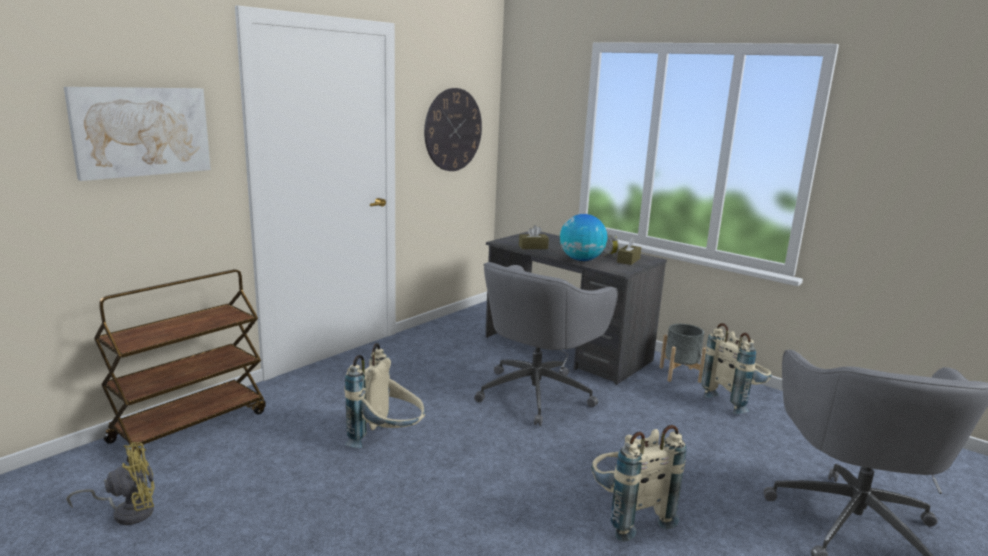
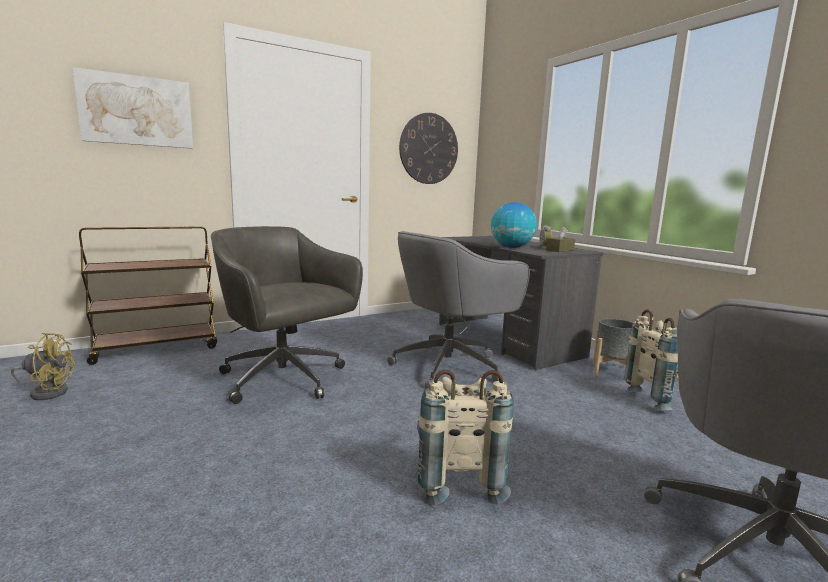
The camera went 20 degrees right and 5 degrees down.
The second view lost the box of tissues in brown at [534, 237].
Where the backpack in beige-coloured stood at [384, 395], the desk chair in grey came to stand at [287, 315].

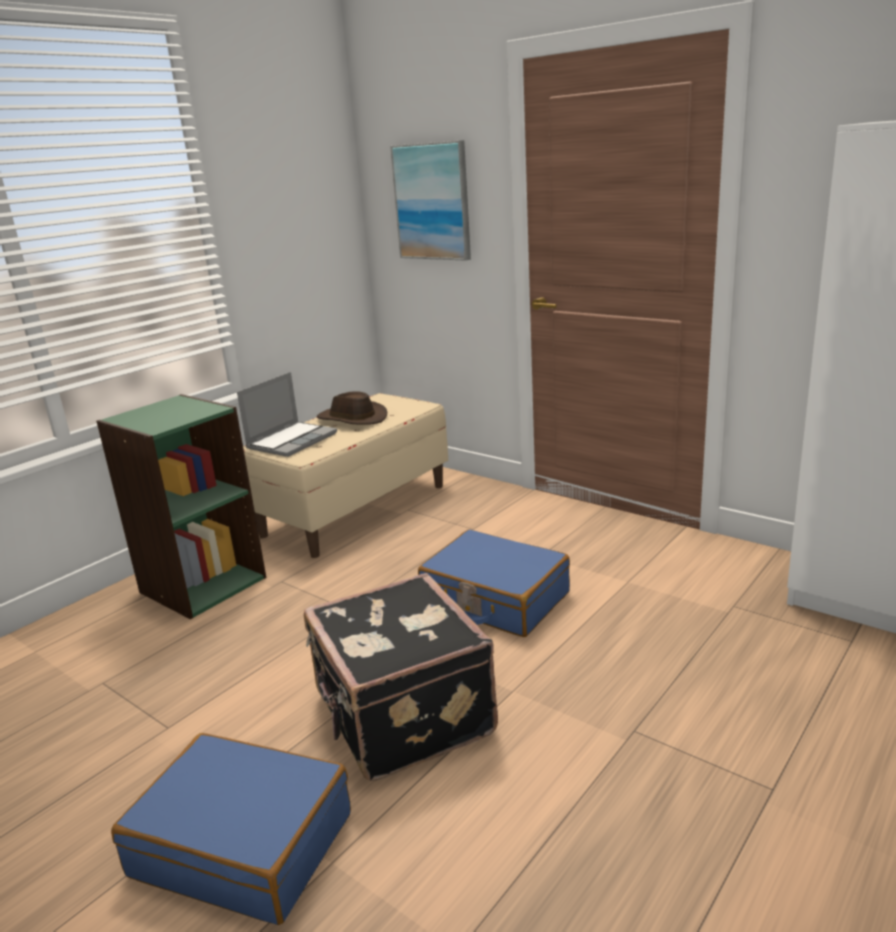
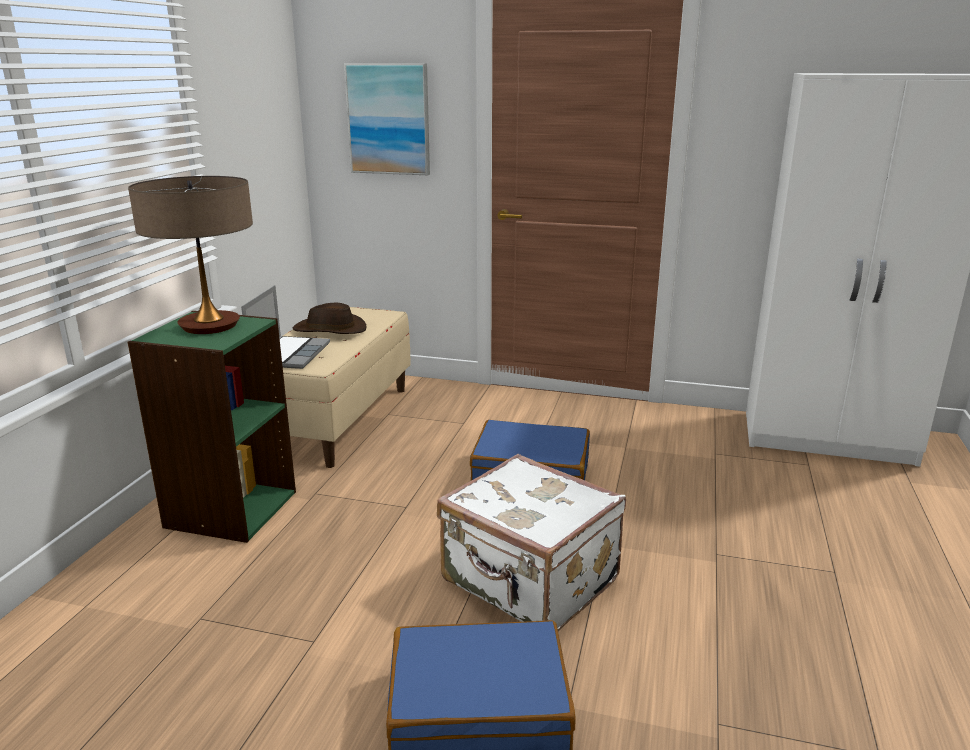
The camera went 25 degrees left and 0 degrees up.
What was the piece of luggage in black-coloured at [401, 677] turned into the piece of luggage in whitish at [531, 543].
The second view gained the table lamp at [190, 255].

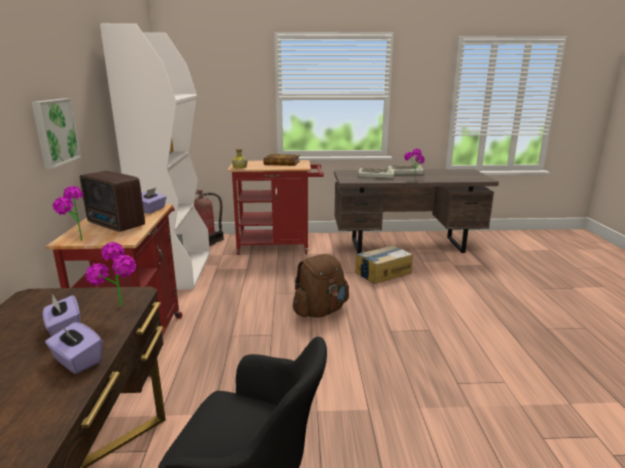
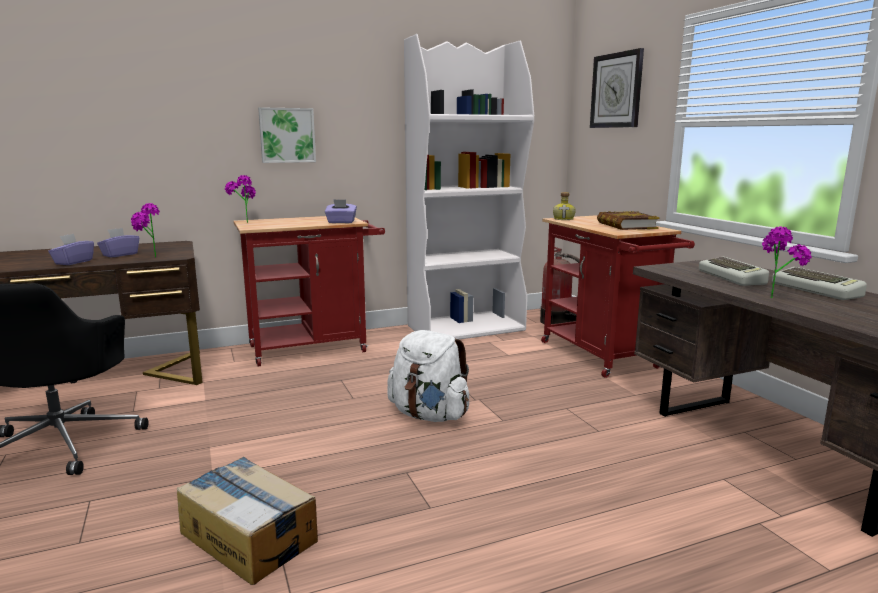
The camera went 70 degrees right and 5 degrees down.
The second view lost the radio at [112, 201].
The packing box ended up elsewhere, having gone from [384, 264] to [247, 521].
What was the backpack in brown at [321, 286] turned into the backpack in whitish at [428, 376].
The second view gained the clock on the wall at [617, 88].

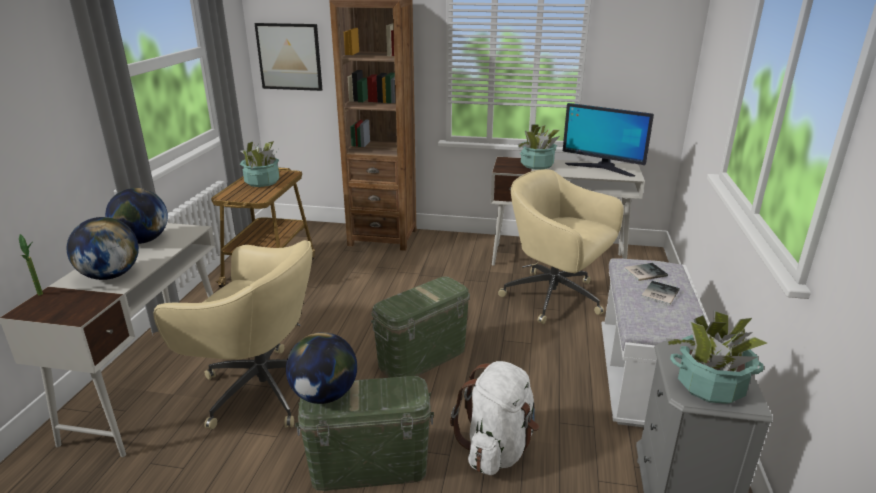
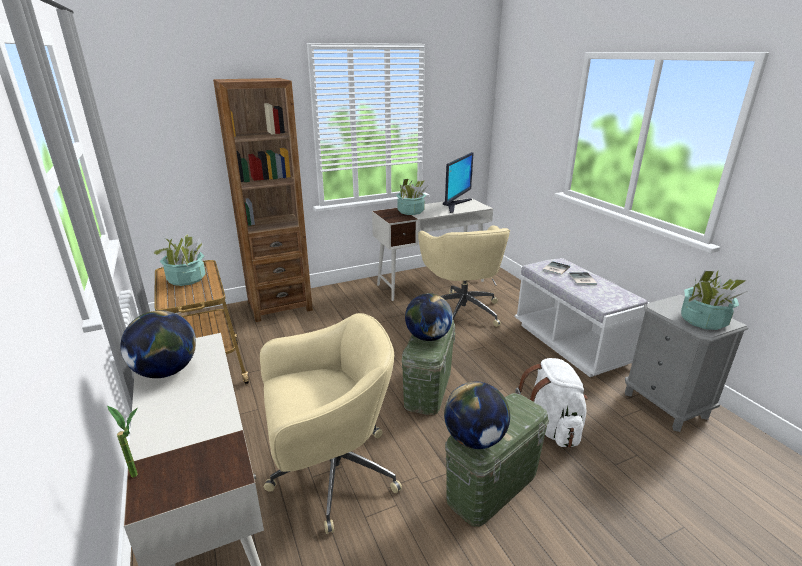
The camera went 35 degrees left and 0 degrees up.
The second view lost the wall art at [288, 57].
The monitor at [608, 140] ended up facing another way, 60 degrees counterclockwise from before.
The desk chair in beige-coloured at [561, 246] ended up facing another way, 105 degrees counterclockwise from before.
The desk globe ended up elsewhere, having gone from [103, 248] to [429, 317].

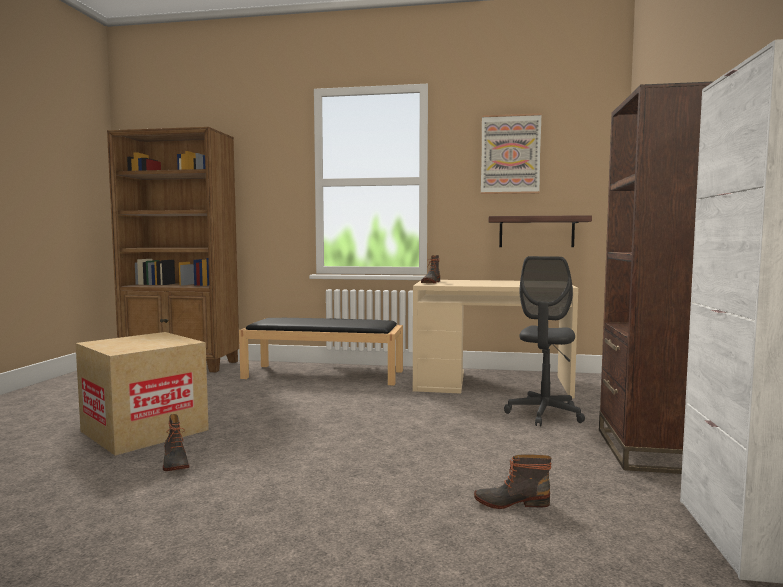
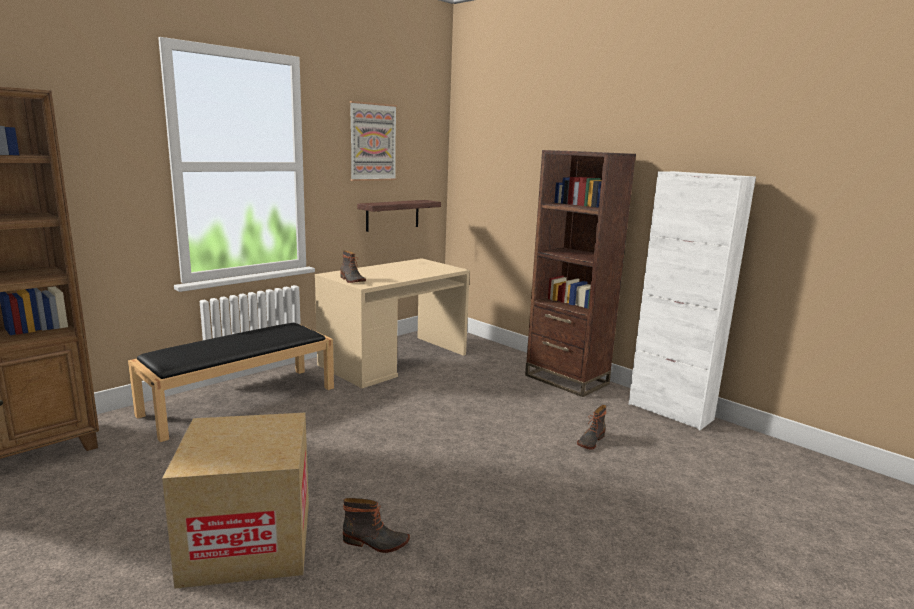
The camera went 55 degrees left and 10 degrees up.
The second view lost the desk chair in grey at [544, 341].

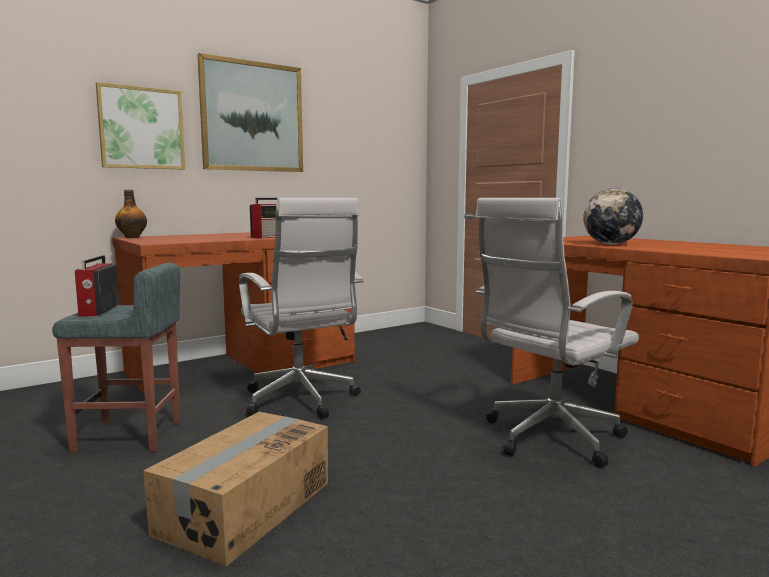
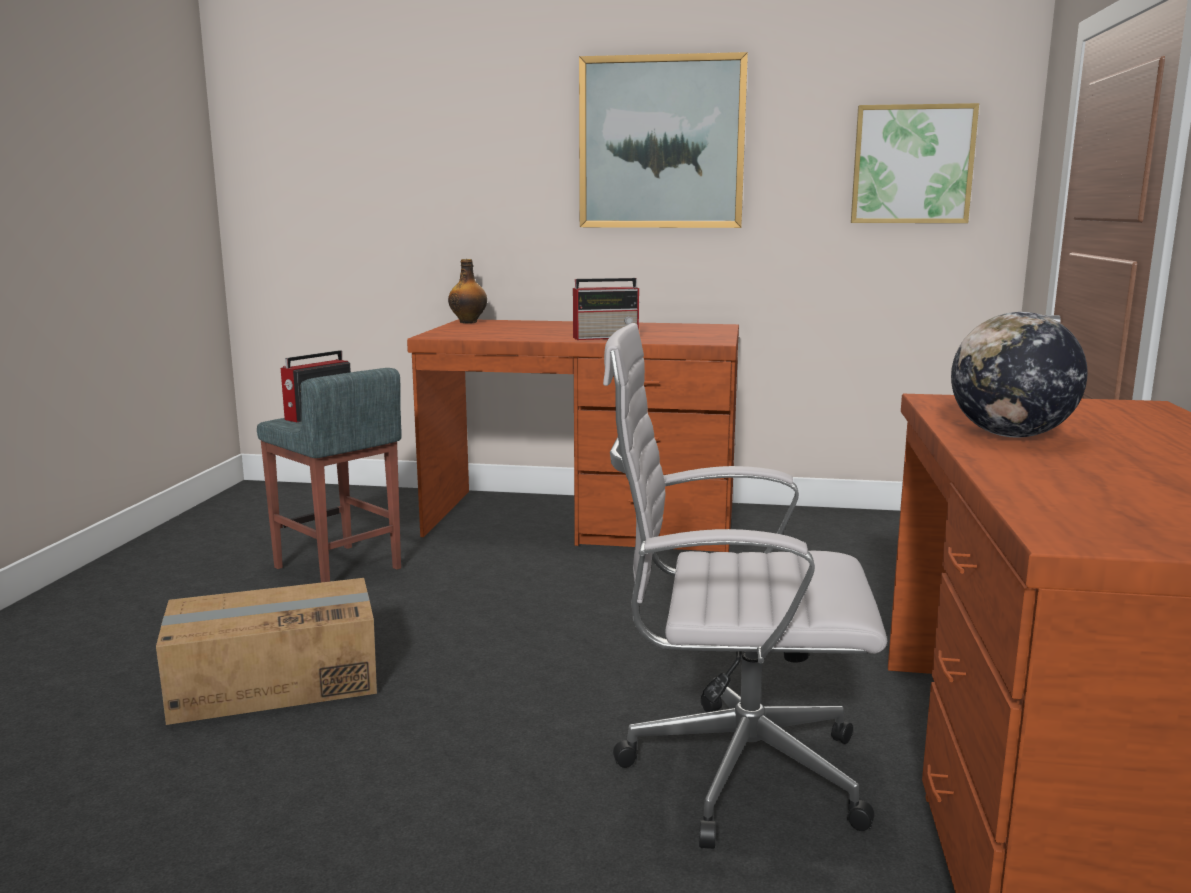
The camera went 45 degrees right and 5 degrees up.
The wall art ended up elsewhere, having gone from [140, 126] to [915, 163].
The second view lost the desk chair in whitish at [301, 308].

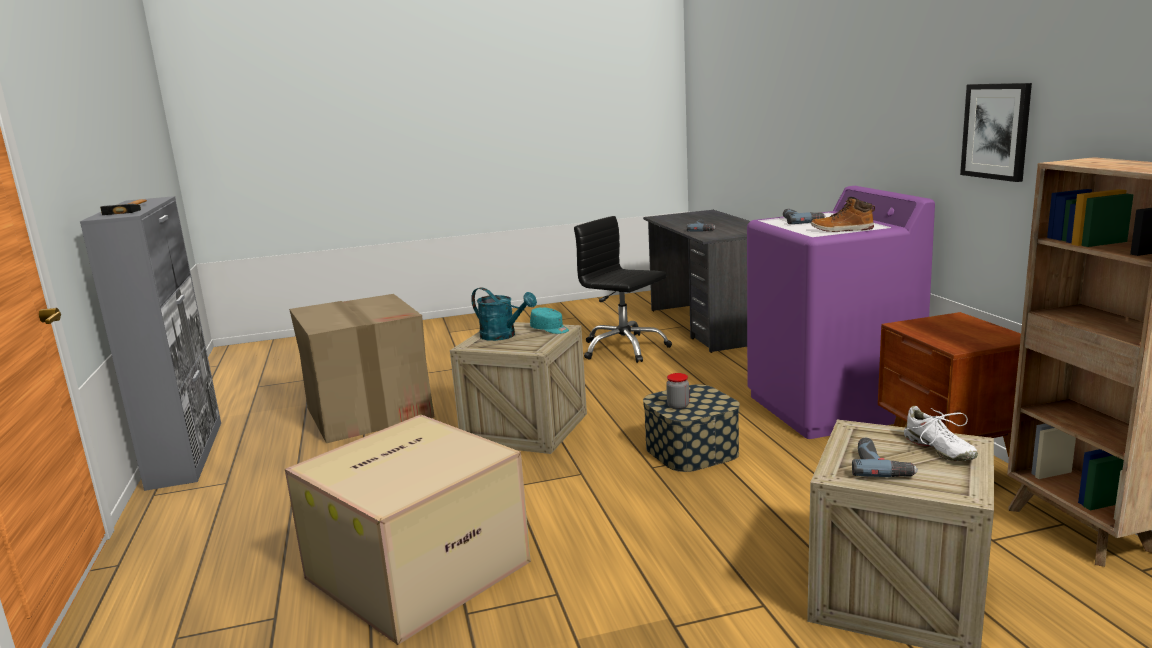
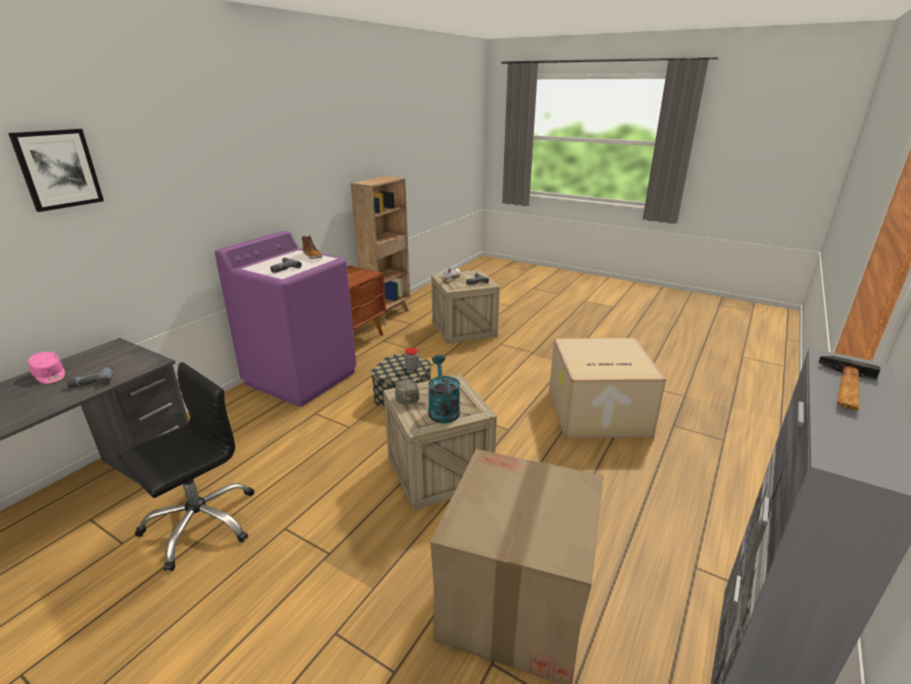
The camera went 135 degrees left and 10 degrees up.
The wall art ended up elsewhere, having gone from [996, 132] to [56, 170].
The desk chair in black-coloured at [623, 289] ended up facing another way, 135 degrees counterclockwise from before.
What was the baseball cap in blue-green at [549, 320] turned into the baseball cap in grey at [407, 392].
The second view gained the baseball cap in pink-coloured at [46, 368].

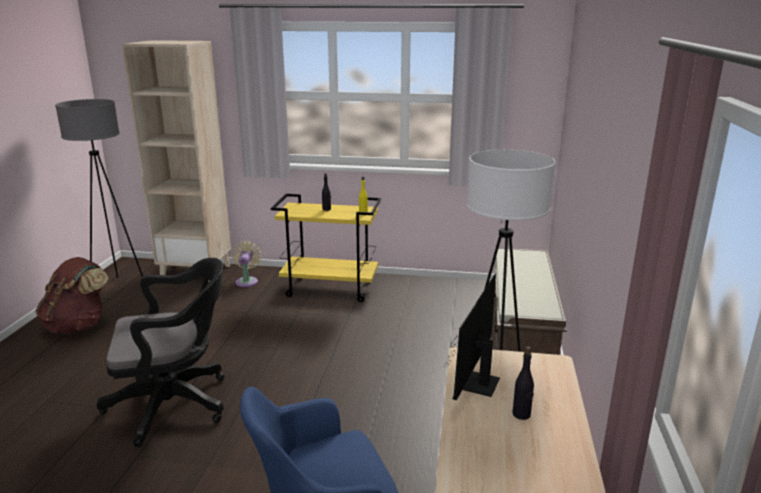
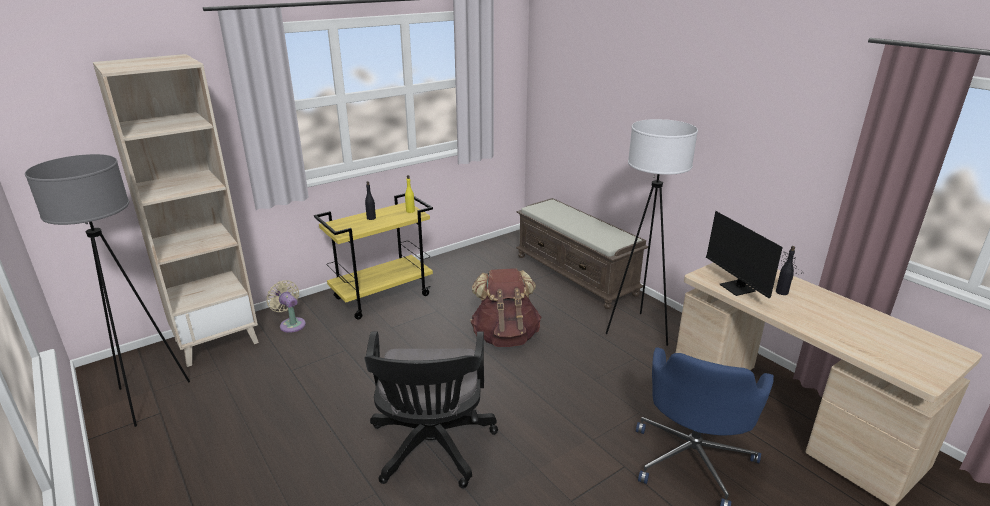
The camera went 45 degrees left and 5 degrees up.
The backpack in brown ended up elsewhere, having gone from [71, 295] to [505, 307].
The desk chair in black-coloured at [160, 352] ended up facing another way, 150 degrees clockwise from before.

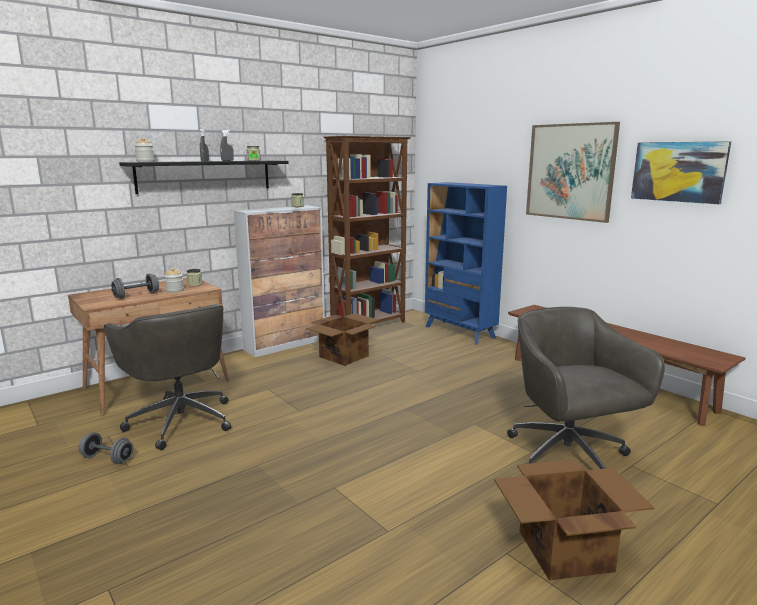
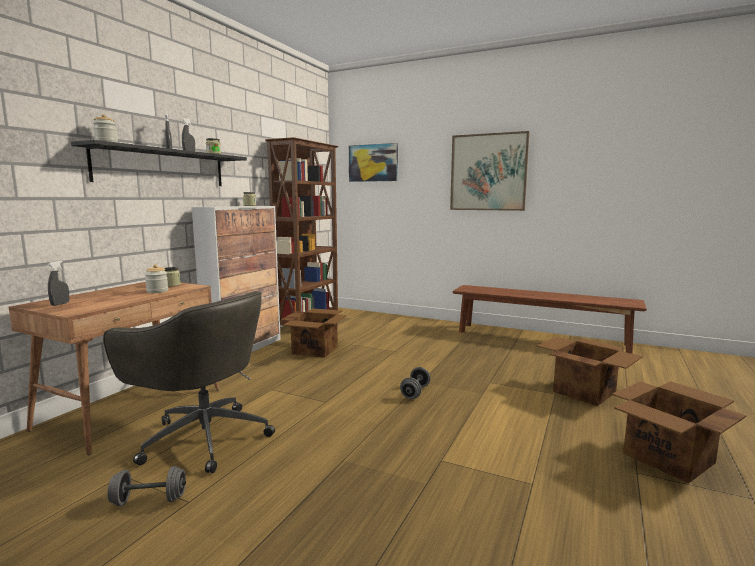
The camera went 25 degrees left and 5 degrees down.
The wall art ended up elsewhere, having gone from [681, 172] to [373, 162].
The second view lost the bookcase in bluish at [466, 263].
The hand weight in grey ended up elsewhere, having gone from [135, 286] to [415, 383].
Where the desk chair in grey stood at [586, 388], the packing box came to stand at [590, 371].
The second view gained the sprayer in grey at [58, 283].

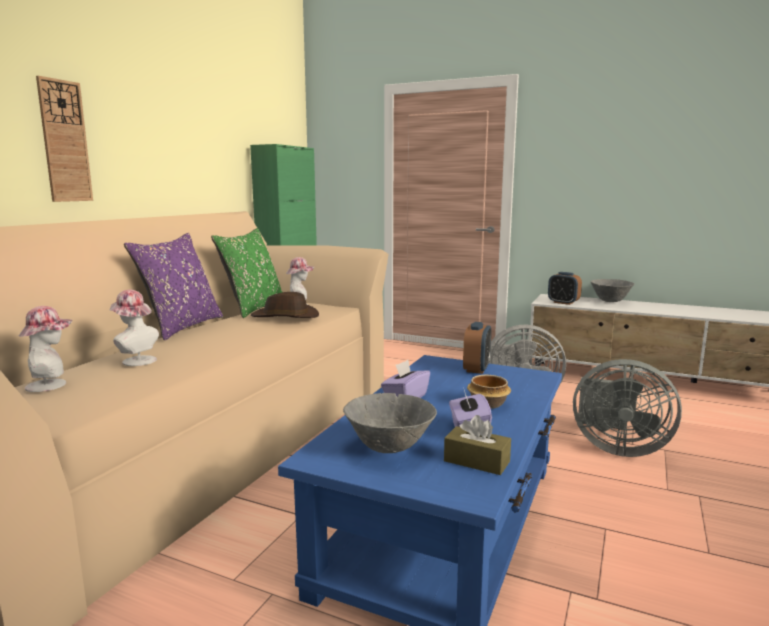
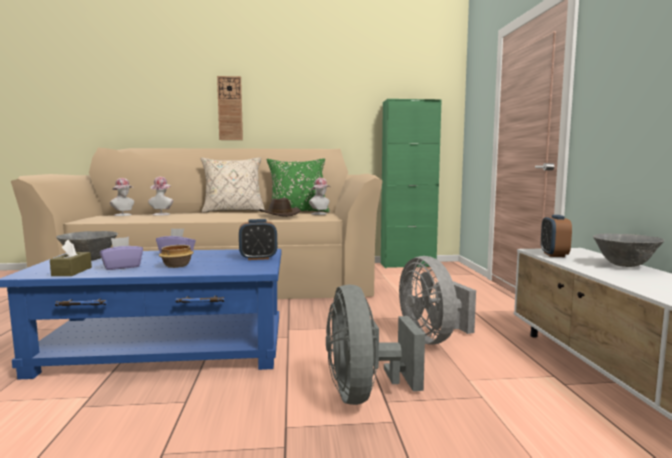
The camera went 60 degrees right and 5 degrees down.
What was the cushion in purplish at [173, 286] turned into the cushion in beige-coloured at [233, 185].

